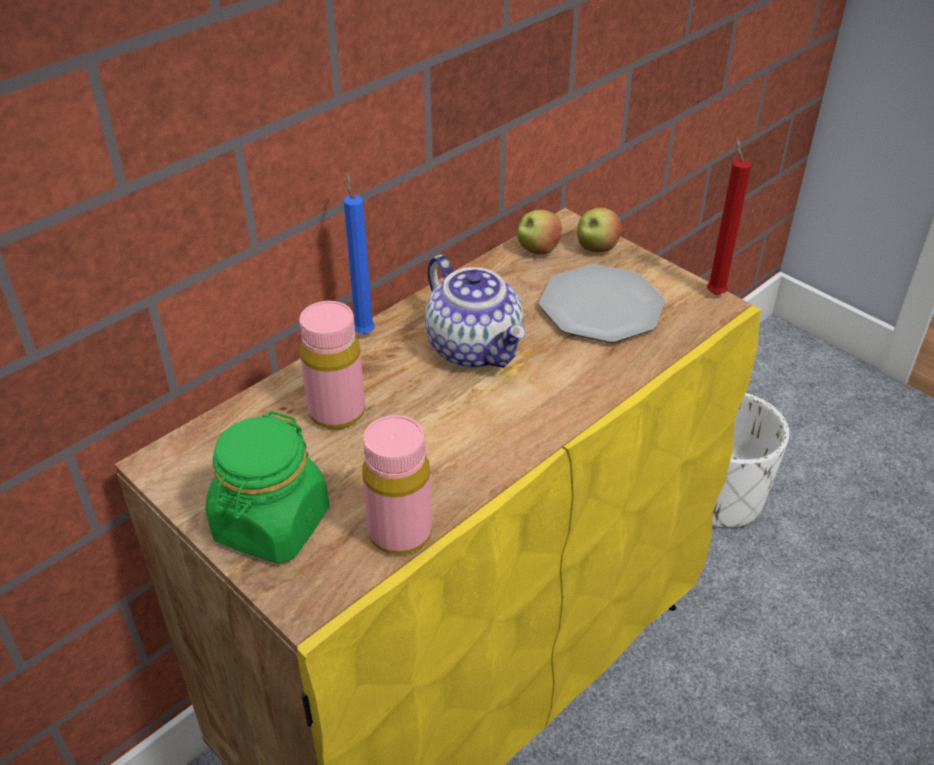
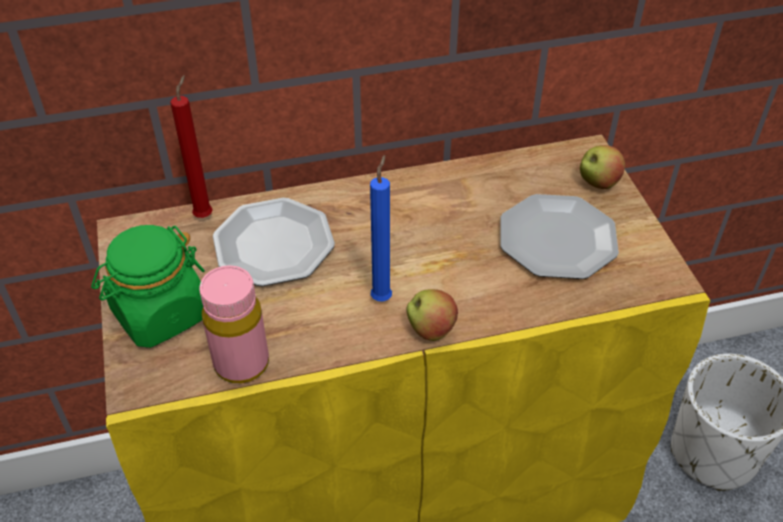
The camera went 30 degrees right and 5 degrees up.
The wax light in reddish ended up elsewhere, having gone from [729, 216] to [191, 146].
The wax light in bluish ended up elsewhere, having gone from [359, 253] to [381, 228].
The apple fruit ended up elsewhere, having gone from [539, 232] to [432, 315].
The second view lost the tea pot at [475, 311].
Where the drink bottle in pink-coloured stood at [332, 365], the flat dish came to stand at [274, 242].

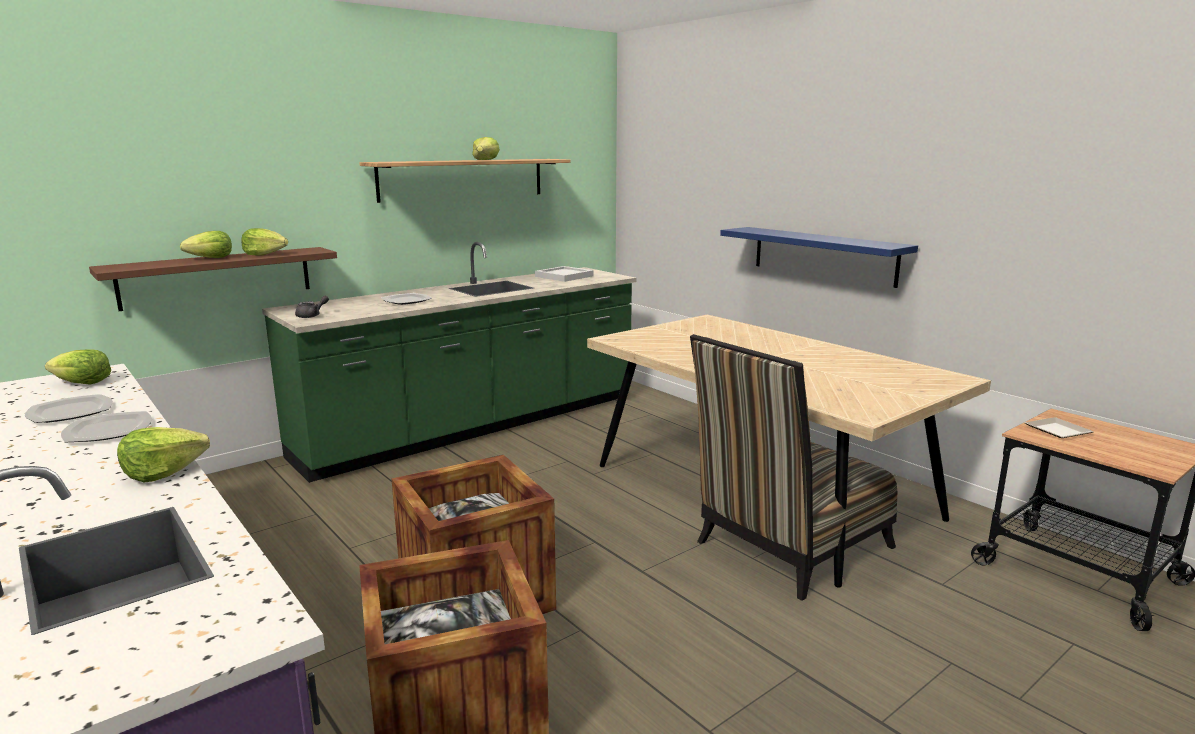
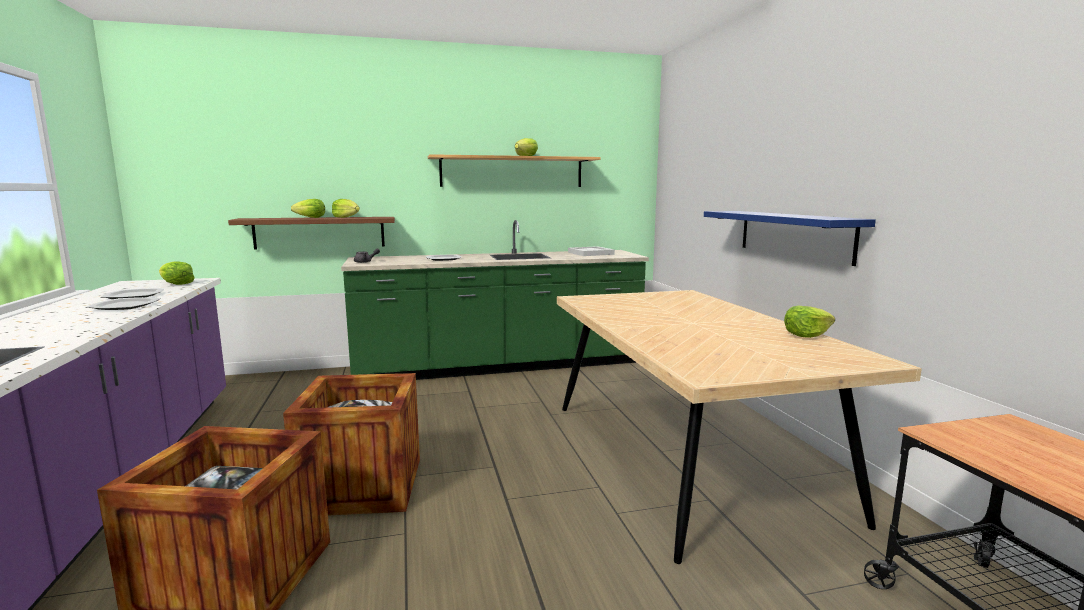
The camera went 25 degrees right and 5 degrees down.
The second view lost the plain chair at [793, 467].
The second view lost the flat dish at [1059, 427].
The head of lettuce ended up elsewhere, having gone from [163, 455] to [809, 322].

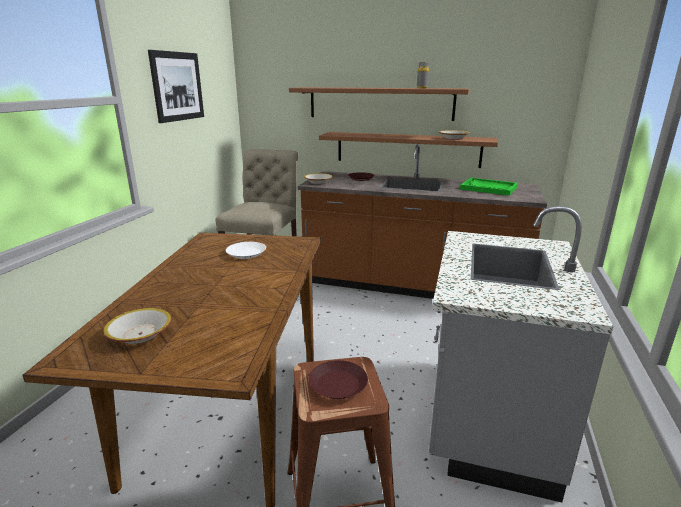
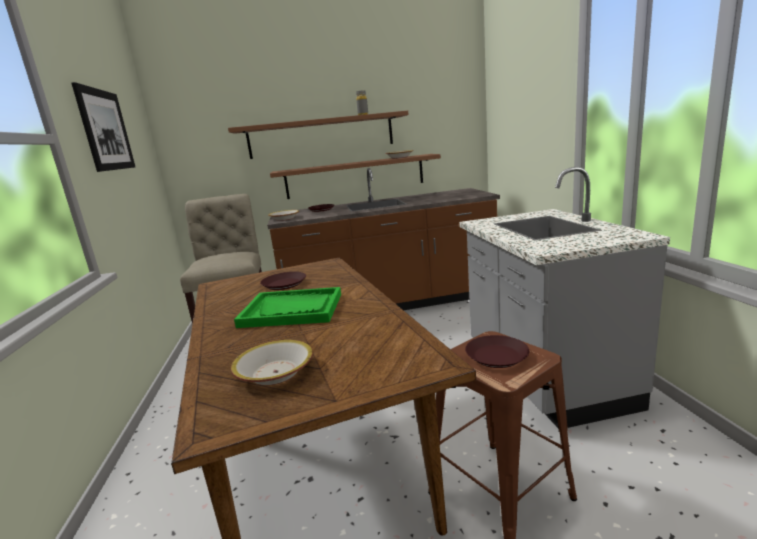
The camera went 25 degrees left and 5 degrees down.
The carrying tray in green-coloured ended up elsewhere, having gone from [489, 187] to [287, 307].
What was the flat dish in whitish at [246, 250] turned into the flat dish in brown at [283, 281].

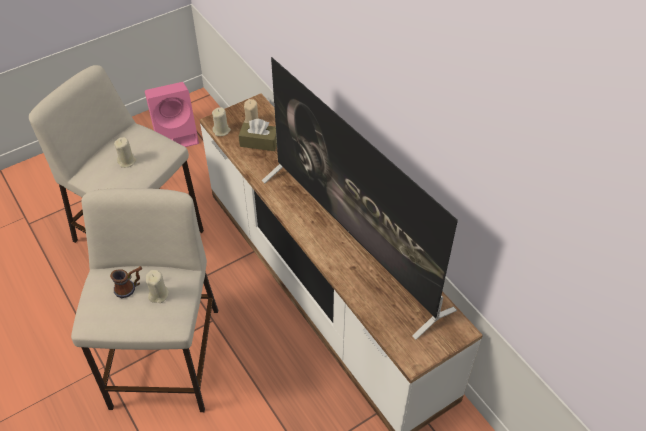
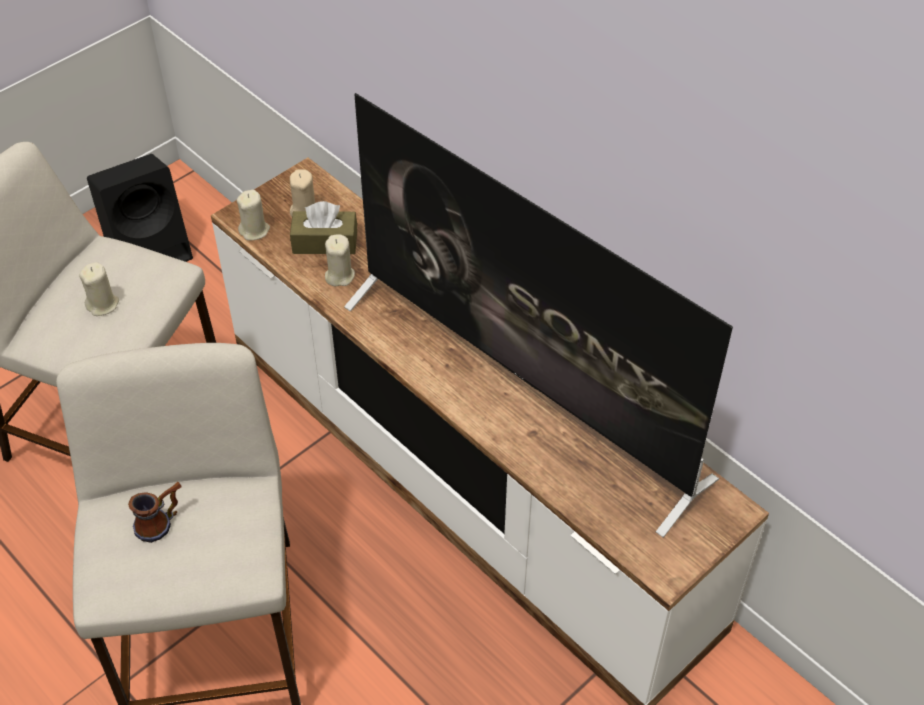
The camera went 10 degrees left and 0 degrees up.
What was the speaker in pink-coloured at [172, 114] turned into the speaker in black-coloured at [140, 208].
The wax light in beige-coloured ended up elsewhere, having gone from [157, 286] to [340, 260].

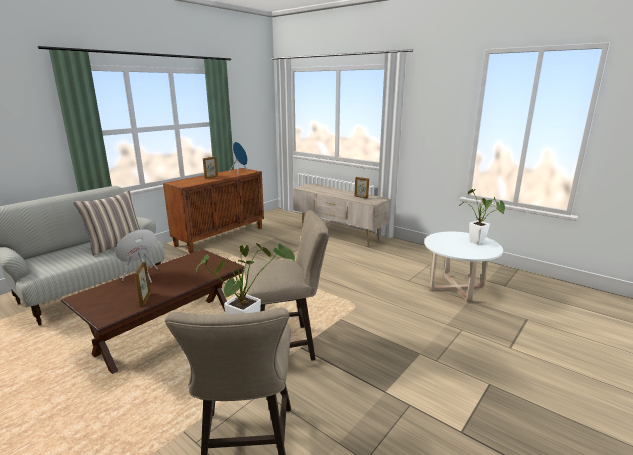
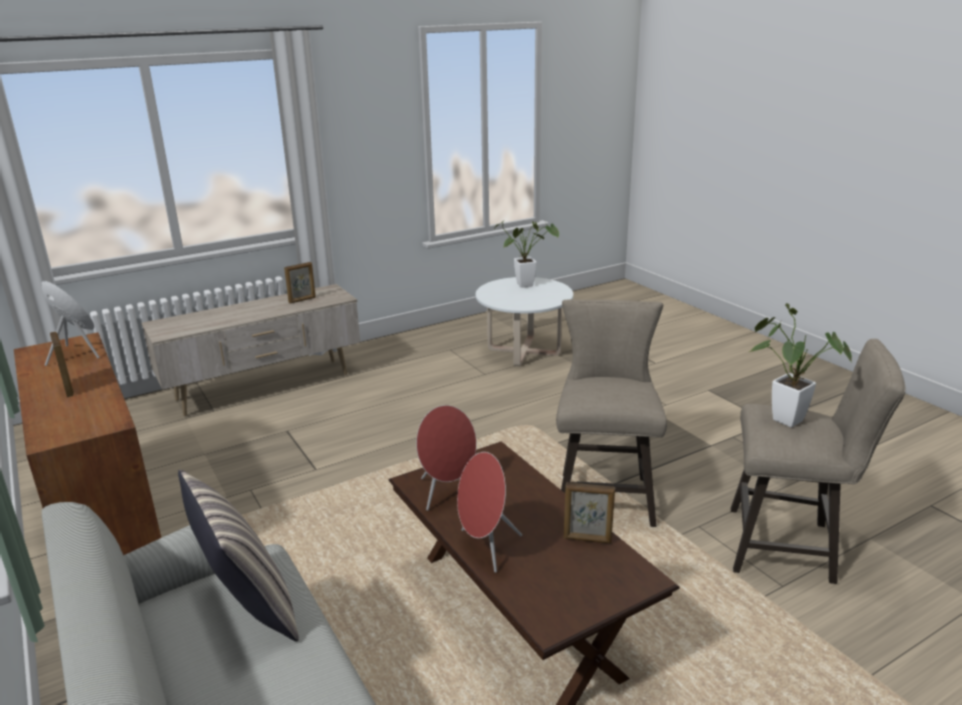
The camera went 70 degrees left and 5 degrees up.
The second view gained the speaker in reddish at [446, 458].

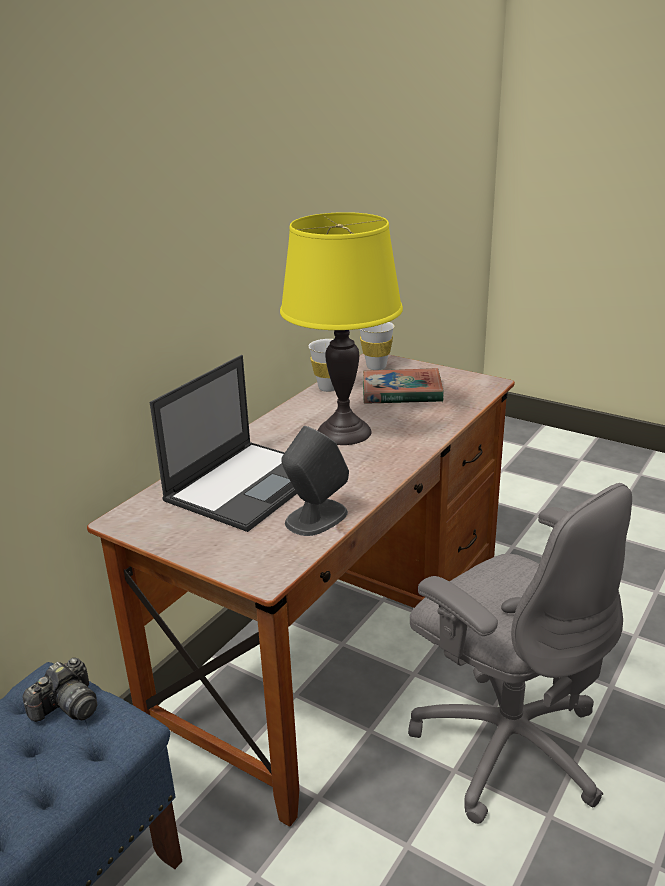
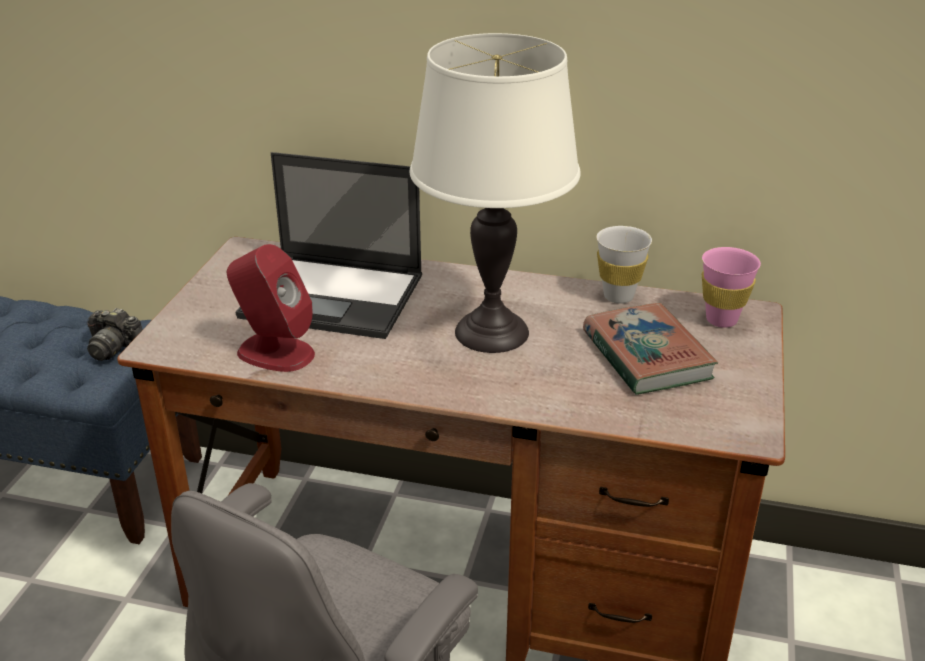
The camera went 70 degrees right and 5 degrees up.
What was the table lamp in yellow at [341, 328] turned into the table lamp in whitish at [495, 193].
What was the small cup in whitish at [377, 346] turned into the small cup in pink-coloured at [731, 287].
What was the speaker in grey at [315, 481] turned into the speaker in reddish at [271, 308].

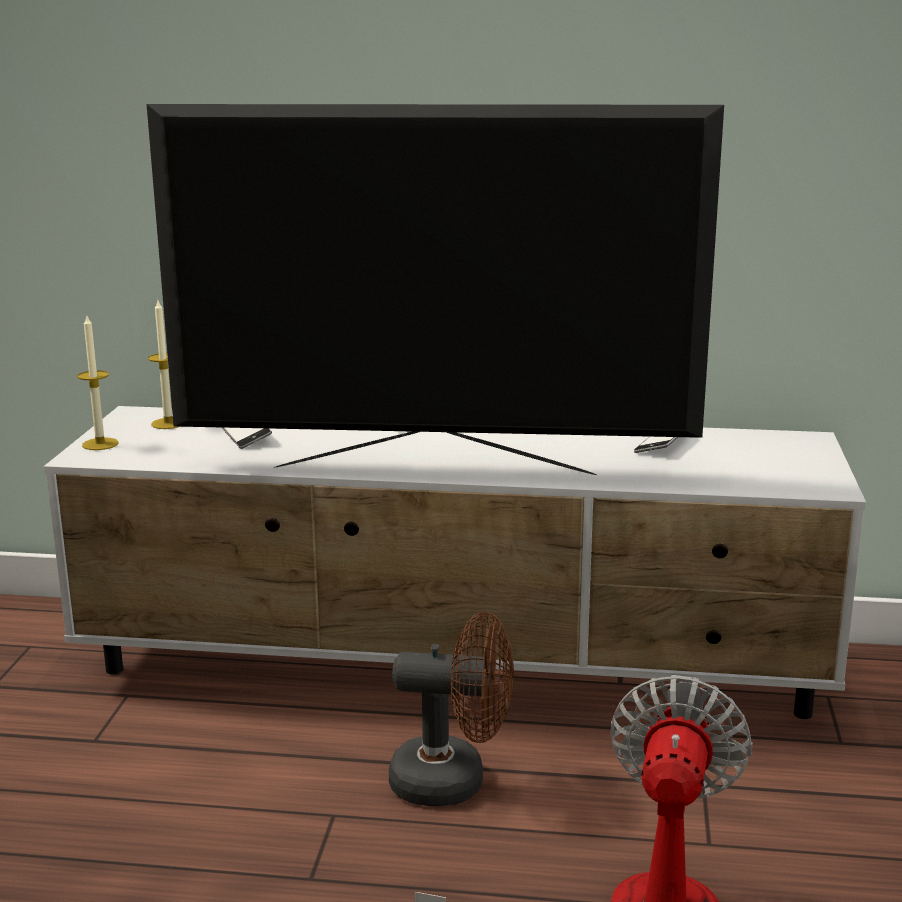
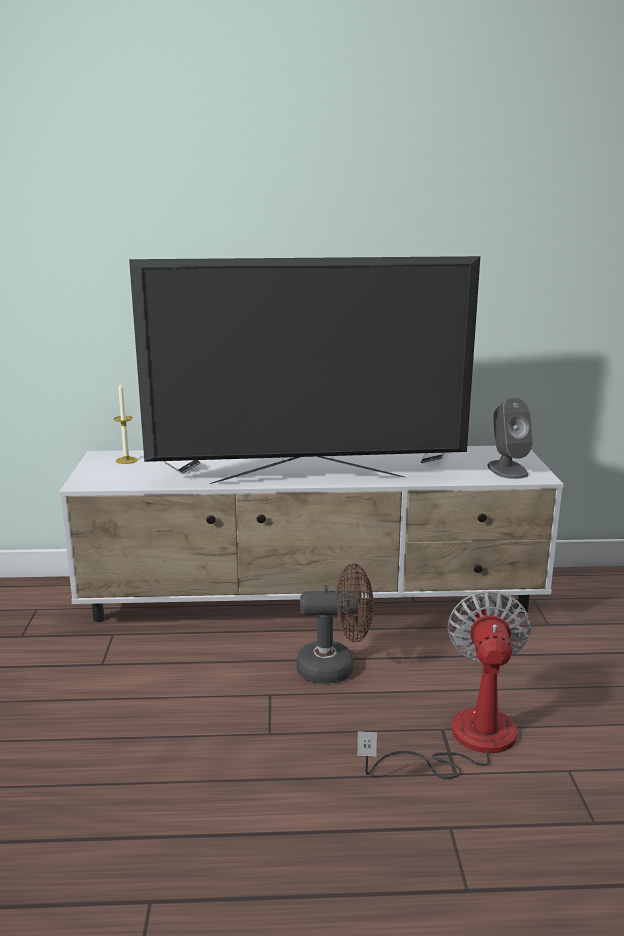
The camera went 10 degrees left and 0 degrees up.
The second view lost the wax light at [97, 383].
The second view gained the speaker in grey at [510, 438].

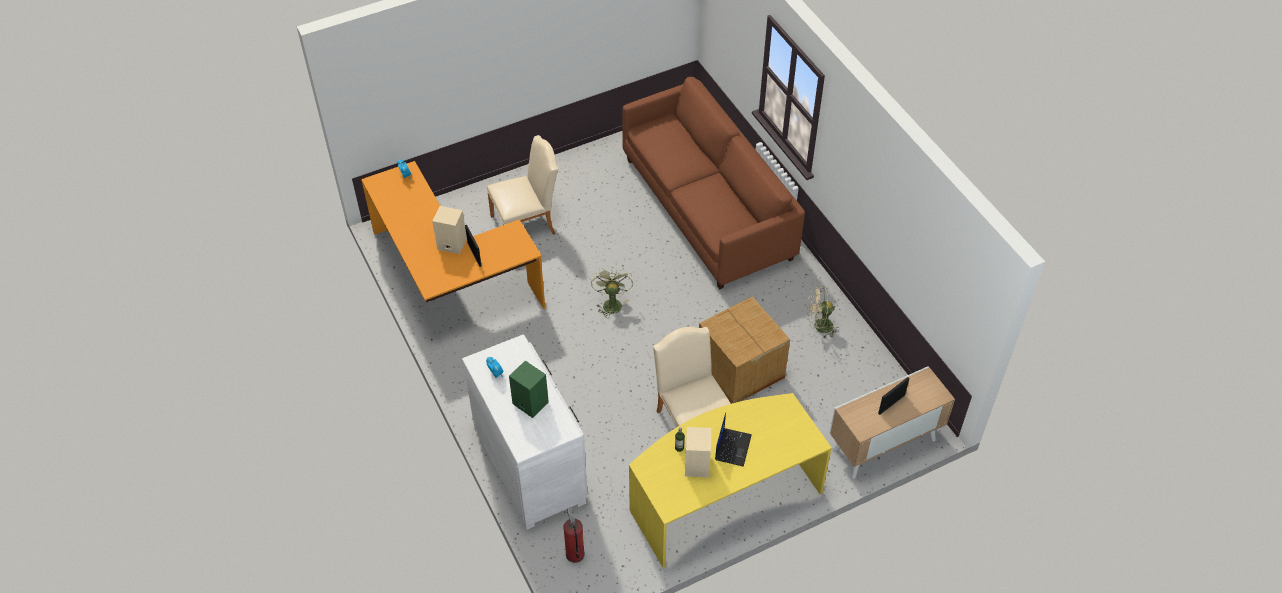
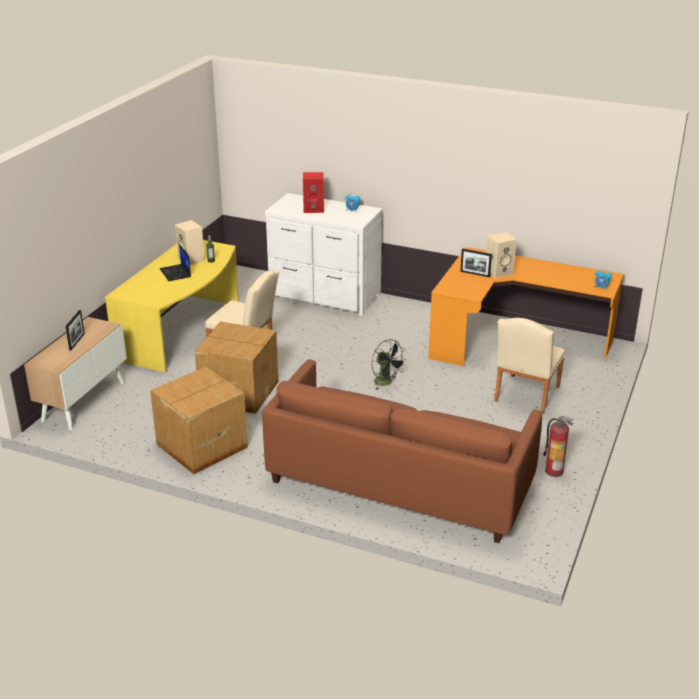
The camera went 140 degrees right and 20 degrees down.
What was the cooling fan in green-coloured at [612, 292] turned into the cooling fan in black-coloured at [389, 364].
Where the cooling fan in beige-coloured stood at [823, 312], the packing box came to stand at [199, 420].
What was the speaker in green-coloured at [529, 389] turned into the speaker in reddish at [313, 192].
The fire-fighting cylinder ended up elsewhere, having gone from [574, 535] to [558, 446].

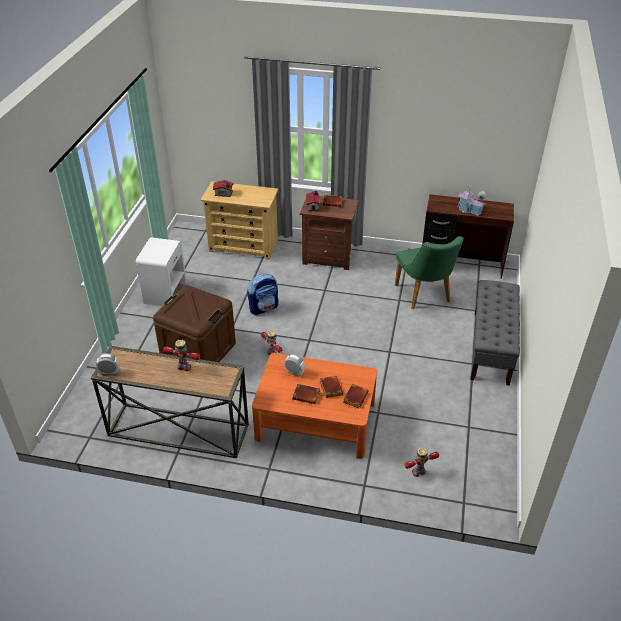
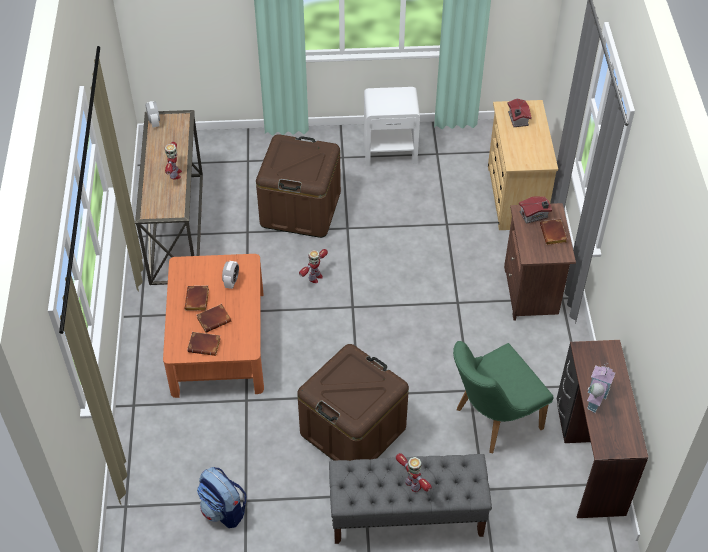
The camera went 75 degrees right and 10 degrees up.
The backpack ended up elsewhere, having gone from [262, 294] to [221, 497].
The robot figure ended up elsewhere, having gone from [421, 462] to [414, 472].
The second view gained the storage bin in brown at [353, 402].

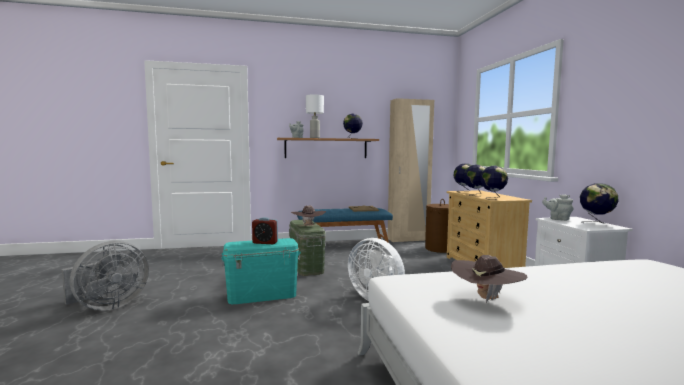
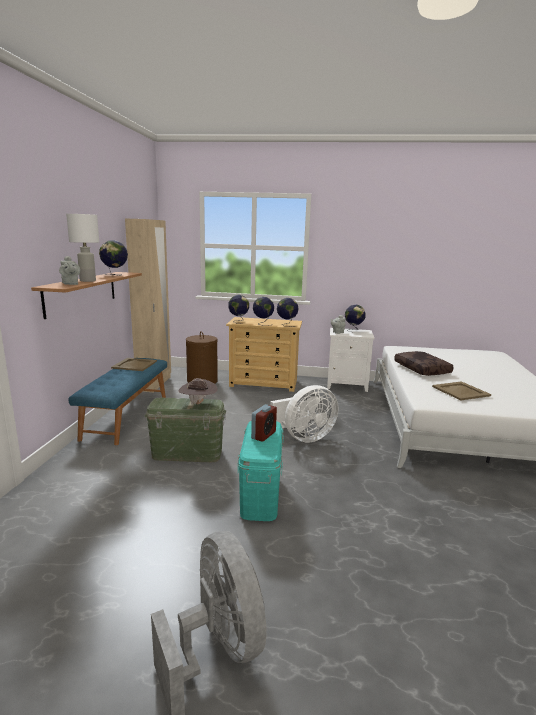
The camera went 70 degrees left and 10 degrees up.
Where the hat in brown stood at [489, 279], the carrying tray in beige-coloured came to stand at [461, 391].
The second view gained the cushion in brown at [424, 363].

